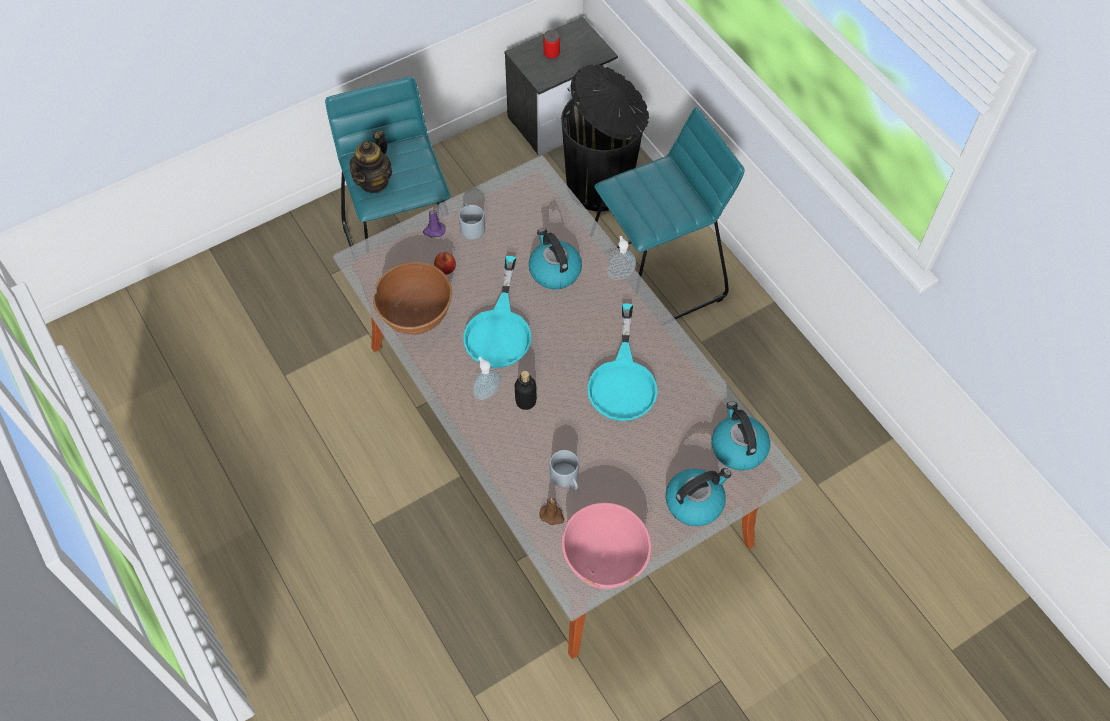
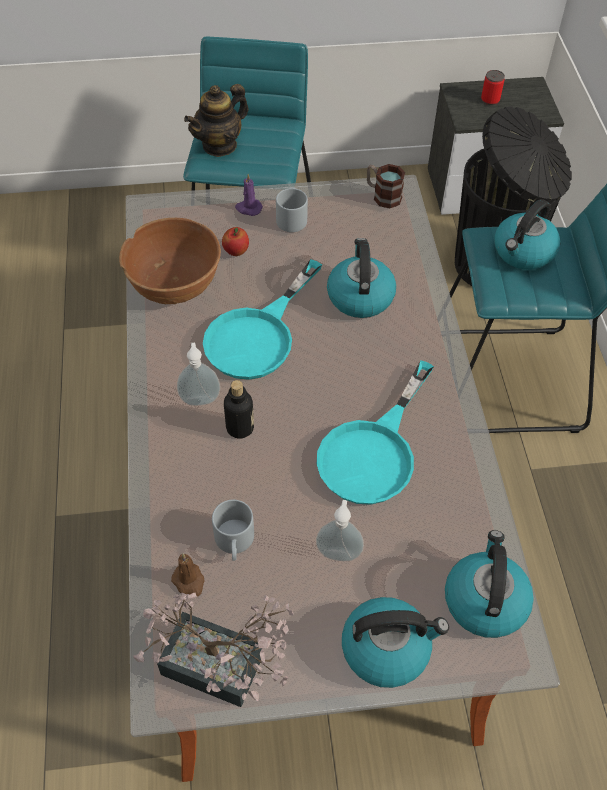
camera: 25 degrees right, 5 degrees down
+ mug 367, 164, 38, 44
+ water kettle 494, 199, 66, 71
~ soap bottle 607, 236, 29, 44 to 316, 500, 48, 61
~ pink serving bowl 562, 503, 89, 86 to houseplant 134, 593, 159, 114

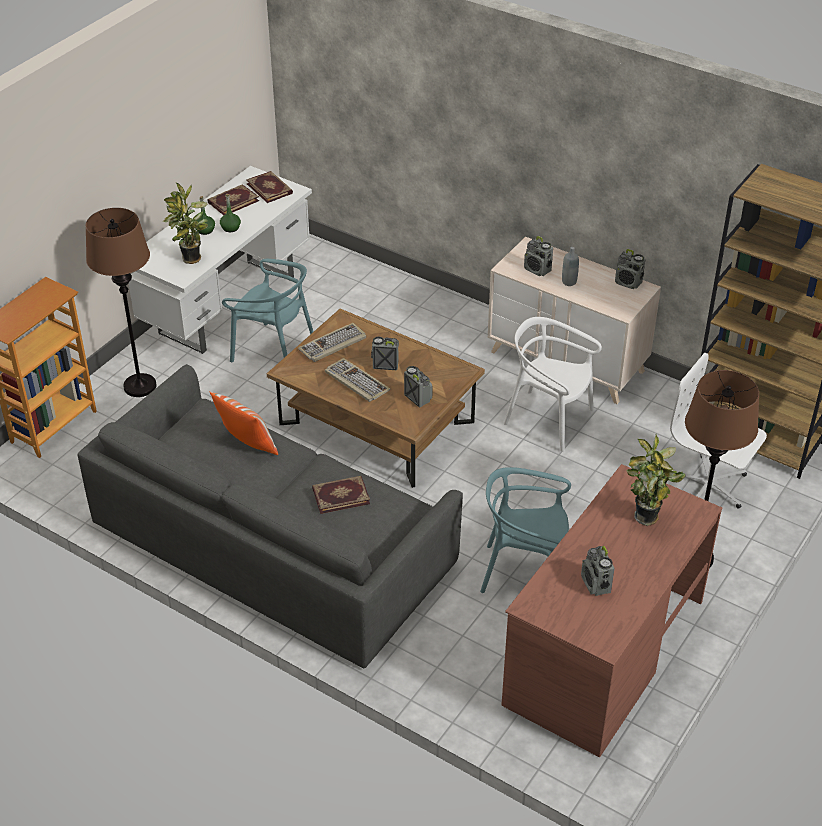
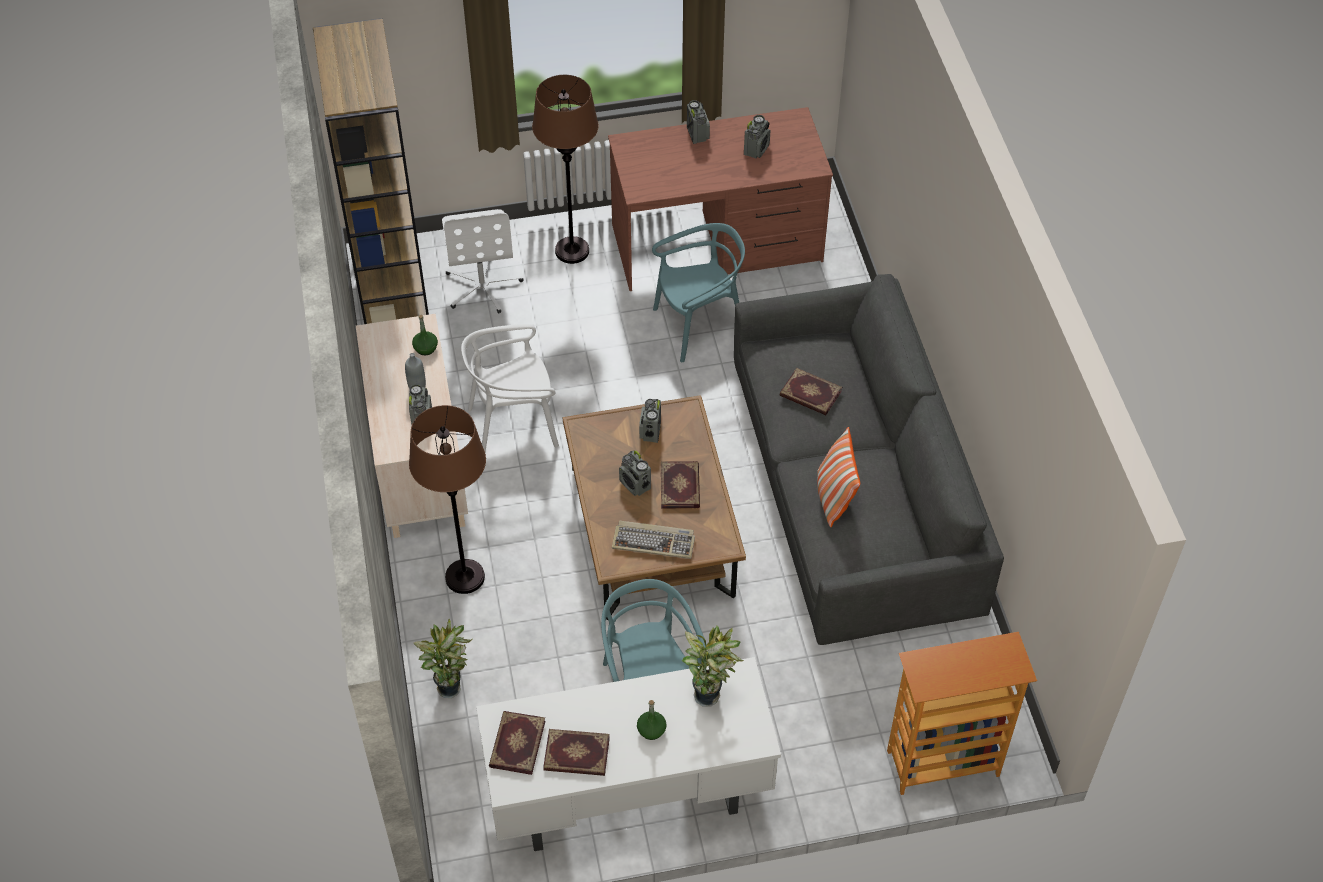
camera: 135 degrees left, 10 degrees up
~ brownish standard lamp 86, 208, 71, 189 to 409, 405, 77, 189
~ green drink bottle 220, 194, 21, 38 to 412, 315, 26, 40
~ radio 615, 249, 30, 40 to 687, 100, 23, 44
~ houseplant 626, 435, 60, 91 to 414, 618, 58, 80
~ PC keyboard 325, 358, 65, 44 to bound book 661, 461, 39, 48
~ turquoise-coloured chair 480, 467, 91, 126 = 652, 223, 93, 139 75 degrees counterclockwise
~ whitish chair 504, 317, 98, 135 = 461, 324, 98, 128 90 degrees clockwise

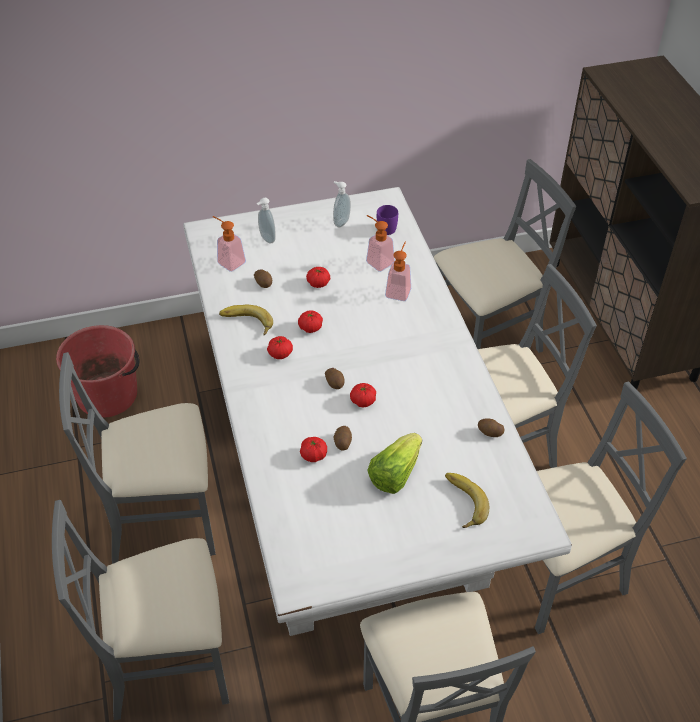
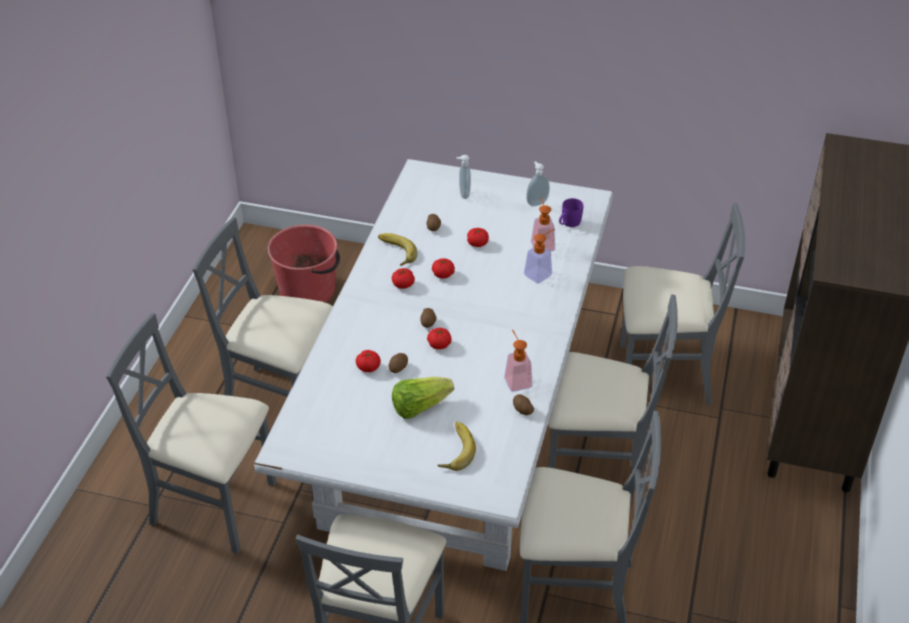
camera: 30 degrees right, 5 degrees down
~ soap bottle 213, 216, 33, 56 to 504, 330, 29, 62

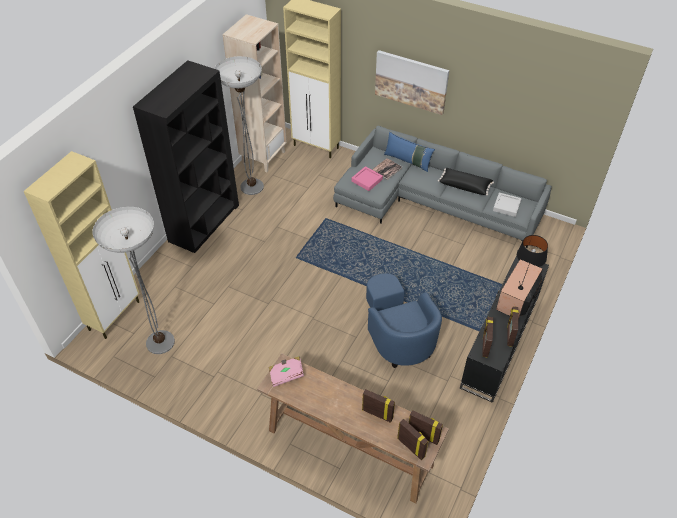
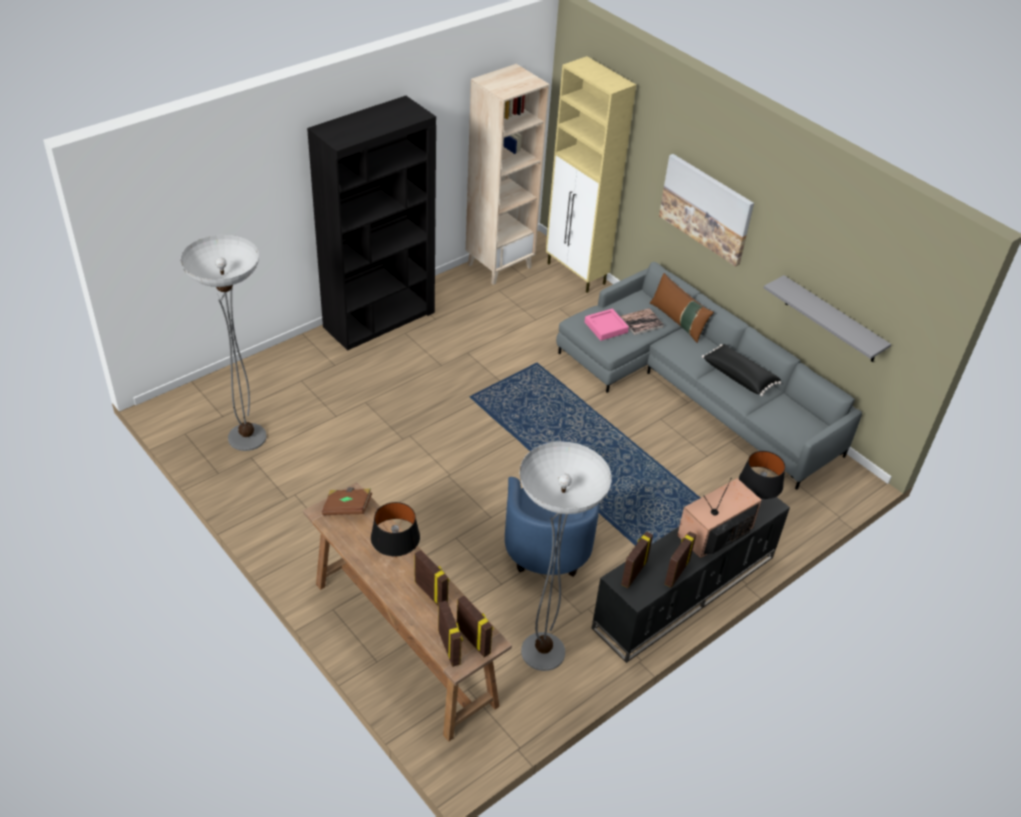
camera: 20 degrees right, 5 degrees down
- sand-coloured cupboard 23, 151, 117, 188
- greyish tray 493, 192, 29, 25
+ blackish table lamp 371, 502, 49, 54
+ greyish shelf 764, 275, 127, 87
~ standard lamp 214, 56, 50, 139 to 520, 441, 92, 230
~ pink bound book 269, 356, 35, 31 to brownish bound book 322, 487, 50, 28
~ blue-coloured cushion 384, 132, 51, 40 to brownish cushion 650, 273, 64, 70

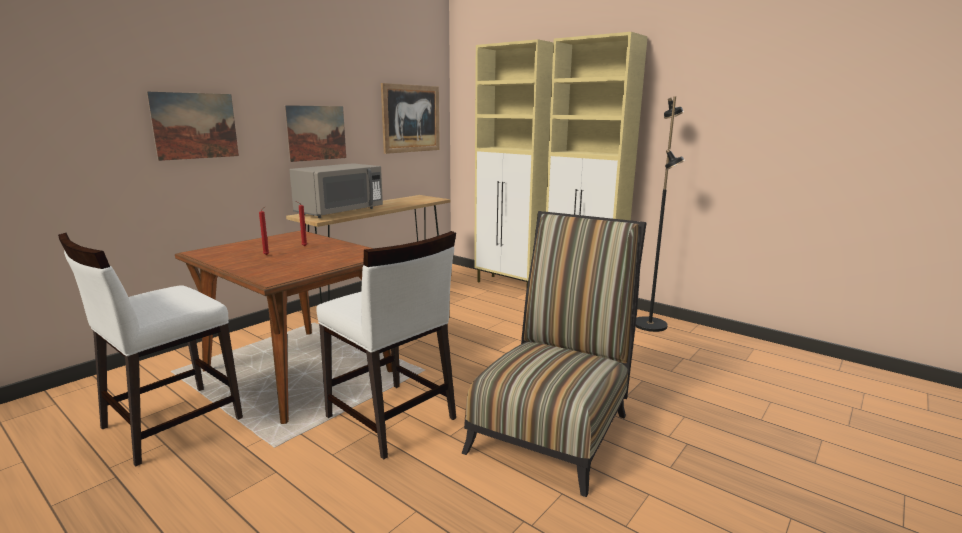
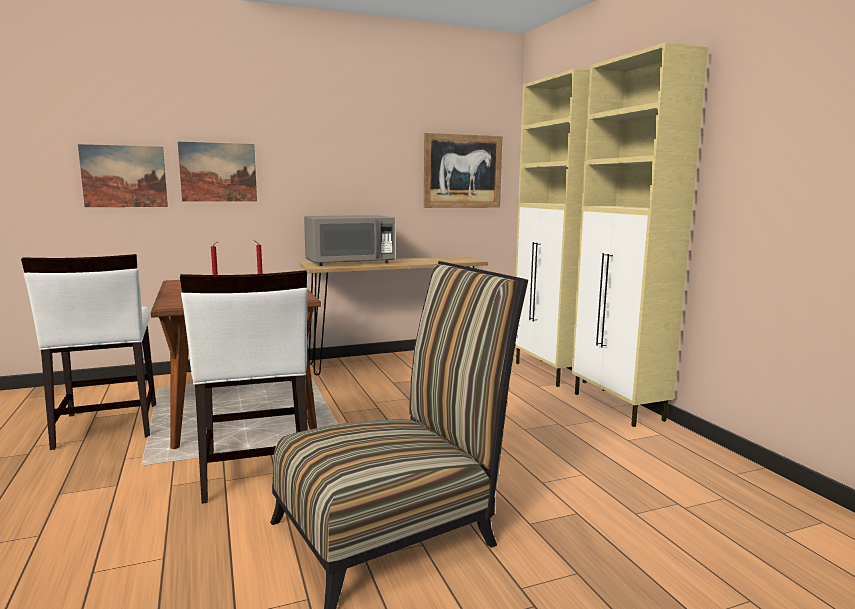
camera: 30 degrees right, 5 degrees down
- blackish standard lamp 636, 96, 49, 236
~ wall picture 285, 105, 61, 57 to 78, 144, 90, 63
~ whitish chair 58, 233, 185, 233 = 21, 254, 135, 196 90 degrees counterclockwise

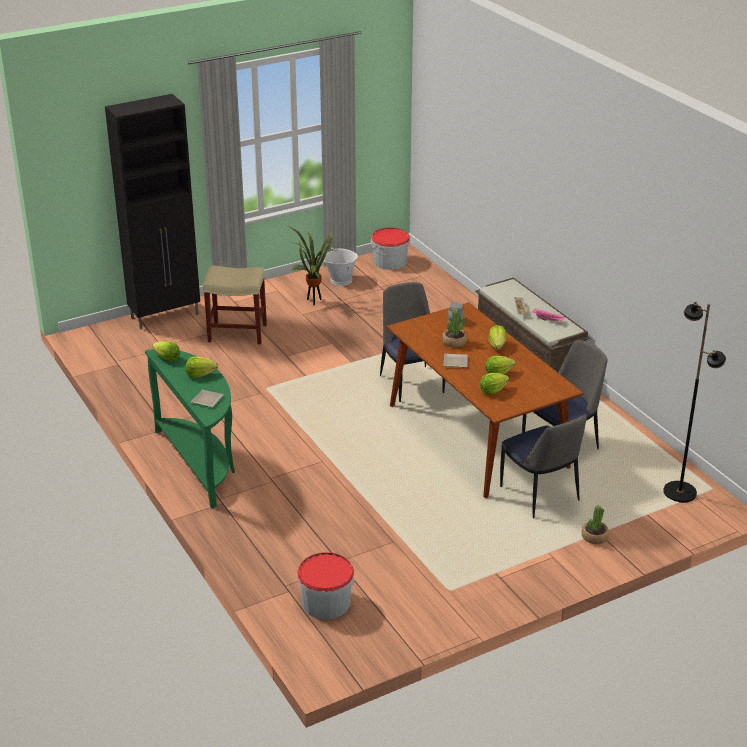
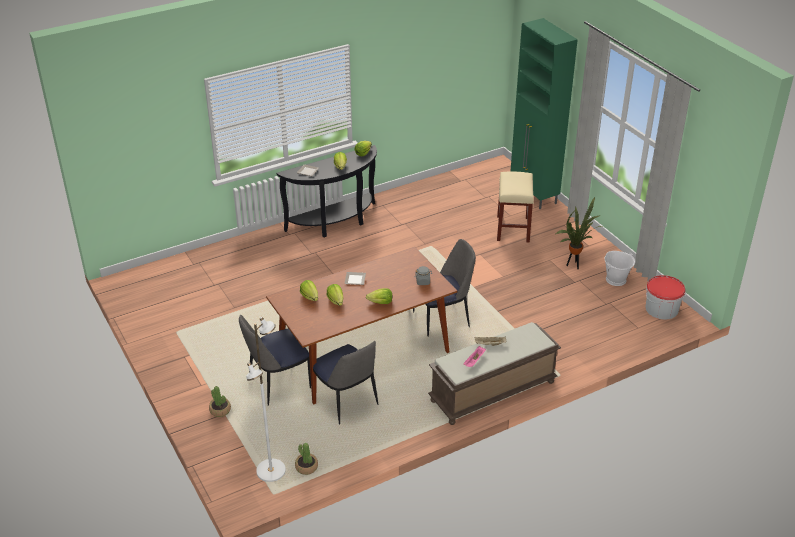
camera: 90 degrees right, 5 degrees up
- water bucket 297, 552, 57, 67
~ houseplant 442, 309, 25, 39 to 295, 443, 23, 32
~ blackish cupboard 105, 94, 95, 236 to green cupboard 511, 18, 67, 191
~ green hall table 145, 349, 90, 159 to blackish hall table 277, 145, 100, 92
~ blackish standard lamp 663, 302, 63, 201 to whitish standard lamp 246, 317, 40, 165

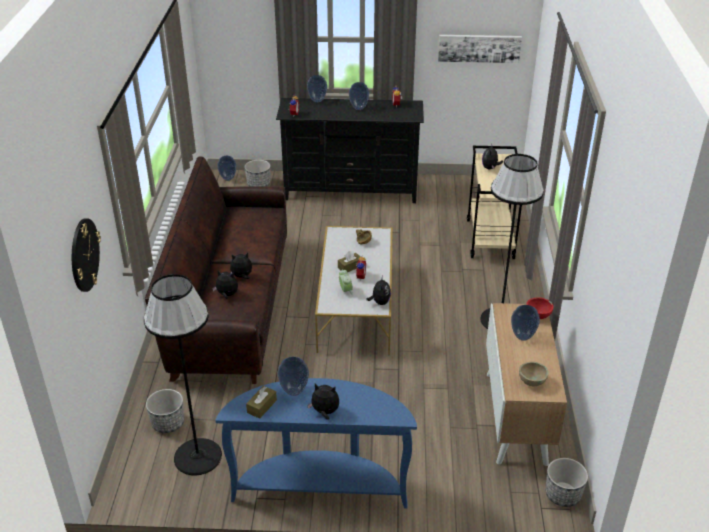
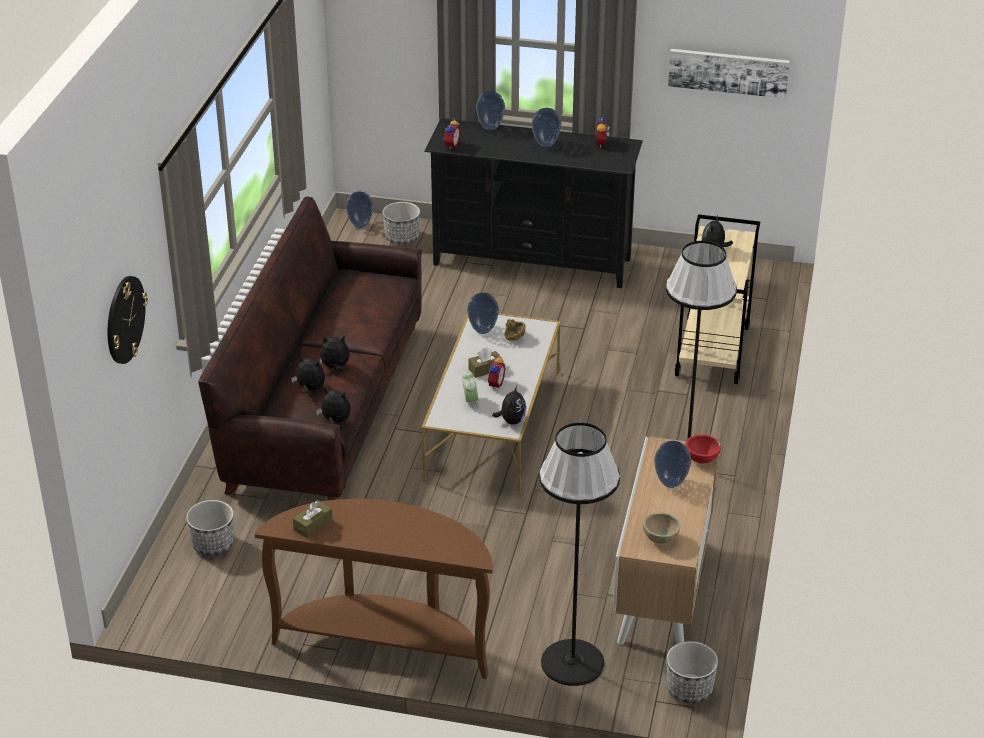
camera: 10 degrees right, 0 degrees up
~ blackish standard lamp 144, 274, 78, 201 to 539, 423, 81, 263
~ decorative vase 278, 357, 31, 39 to 467, 293, 32, 41
~ plush toy 307, 384, 32, 36 to 316, 387, 35, 37
~ blue-coloured hall table 215, 378, 202, 131 to brownish hall table 255, 499, 238, 180

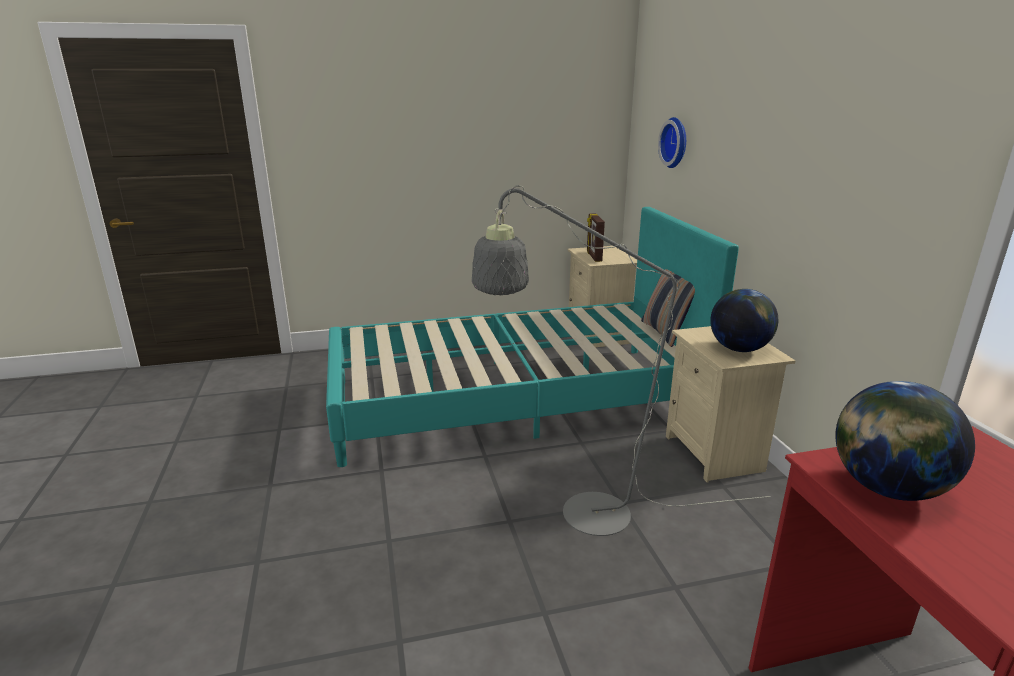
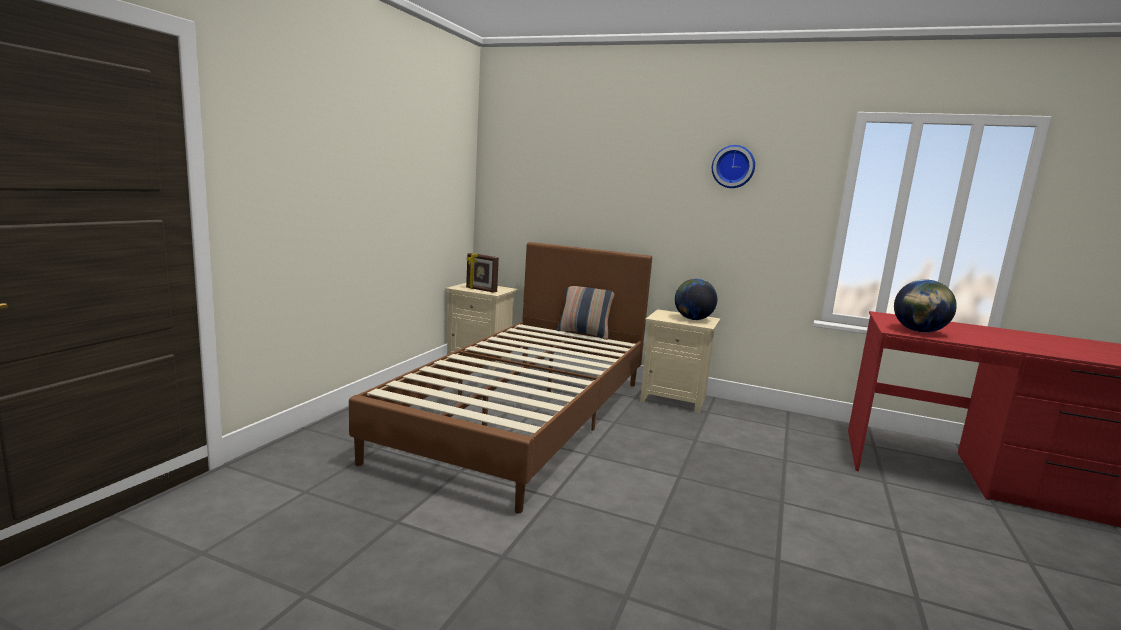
camera: 55 degrees left, 10 degrees down
- greyish standard lamp 472, 185, 299, 351
~ wall clock 658, 117, 28, 51 to 712, 145, 43, 43
~ turquoise-coloured sleeping bed 326, 207, 413, 260 to brownish sleeping bed 349, 242, 303, 272

